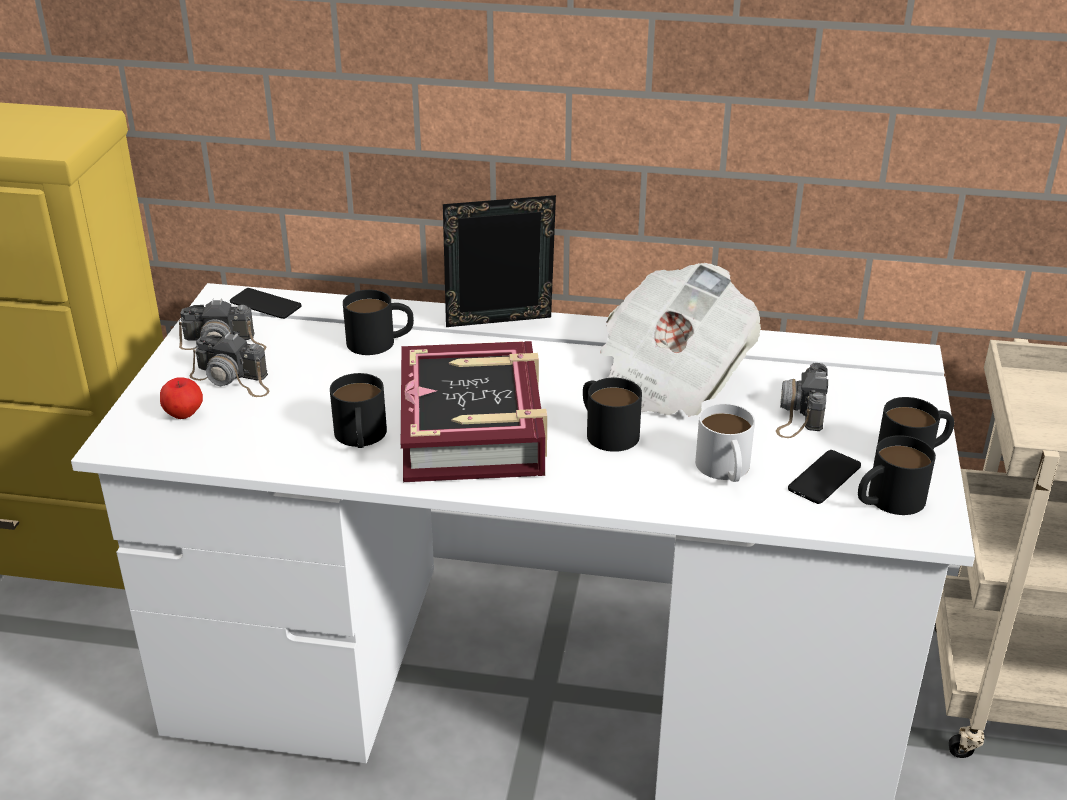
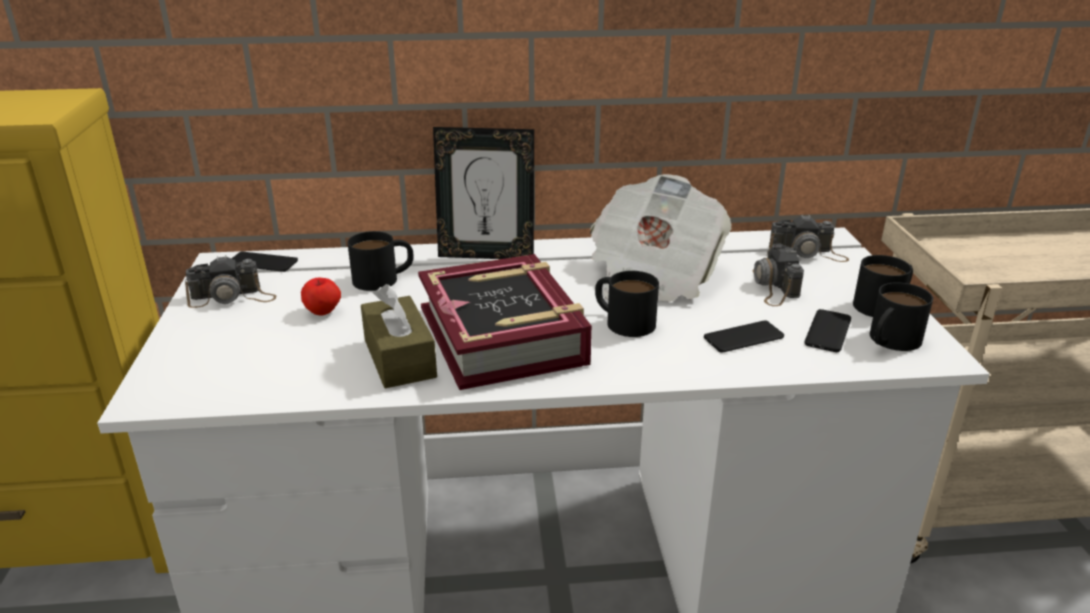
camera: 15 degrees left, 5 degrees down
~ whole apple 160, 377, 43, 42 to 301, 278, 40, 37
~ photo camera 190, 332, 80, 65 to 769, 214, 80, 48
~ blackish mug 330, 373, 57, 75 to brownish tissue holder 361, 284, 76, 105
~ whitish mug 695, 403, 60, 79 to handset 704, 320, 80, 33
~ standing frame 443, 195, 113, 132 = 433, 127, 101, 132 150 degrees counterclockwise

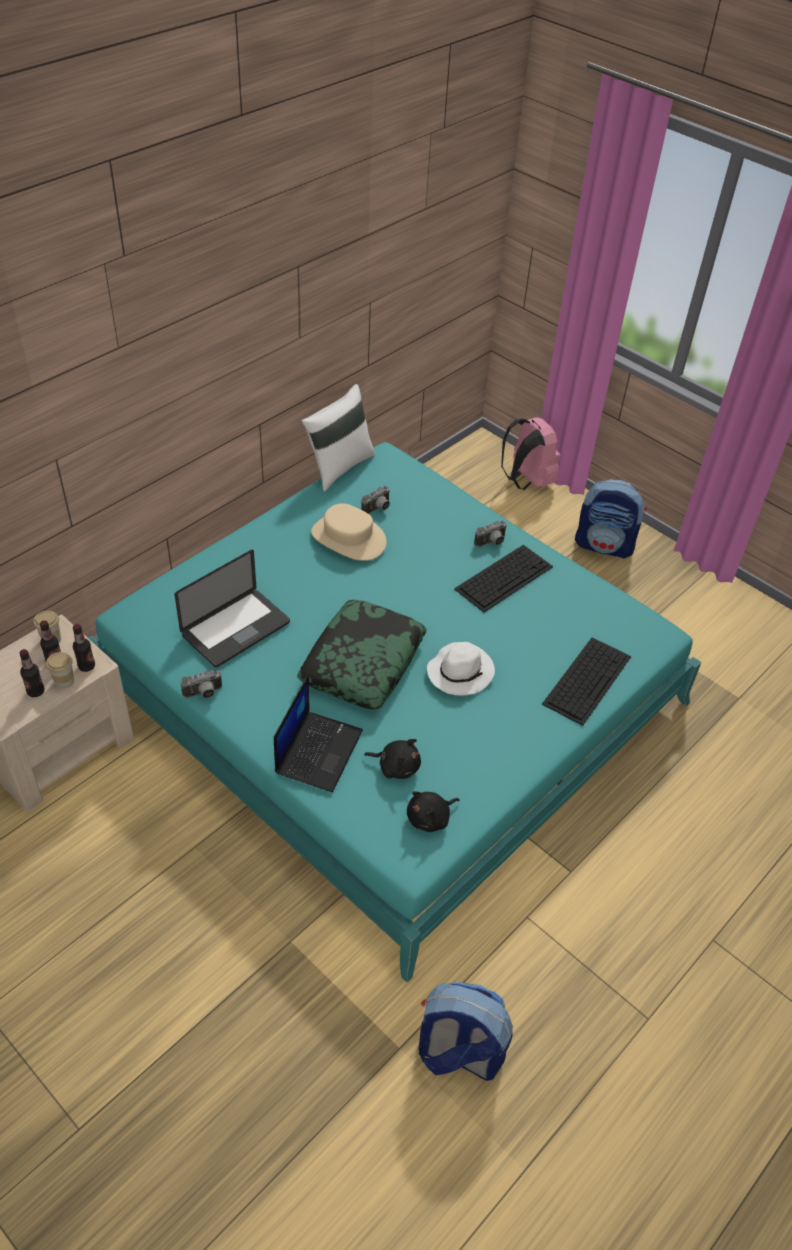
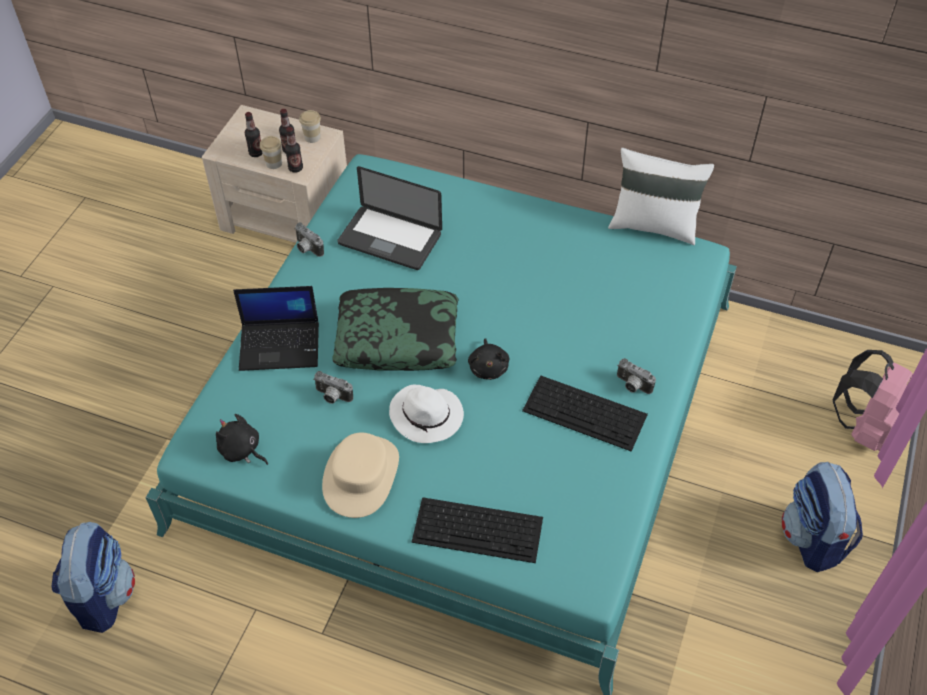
camera: 70 degrees right, 5 degrees up
~ sand-coloured clothing hat 311, 503, 76, 58 to 322, 433, 77, 85
~ photo camera 361, 486, 29, 28 to 313, 371, 40, 33
~ blackish plush toy 364, 739, 57, 40 to 468, 338, 41, 42

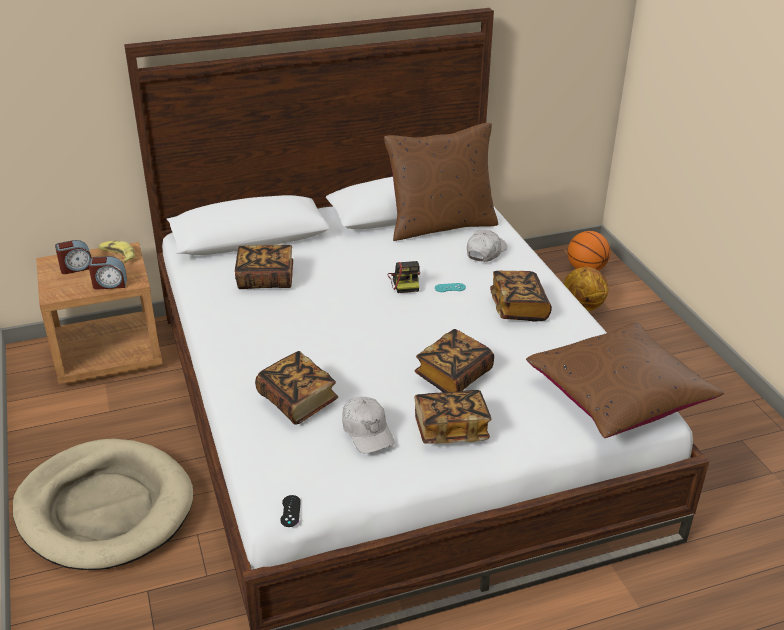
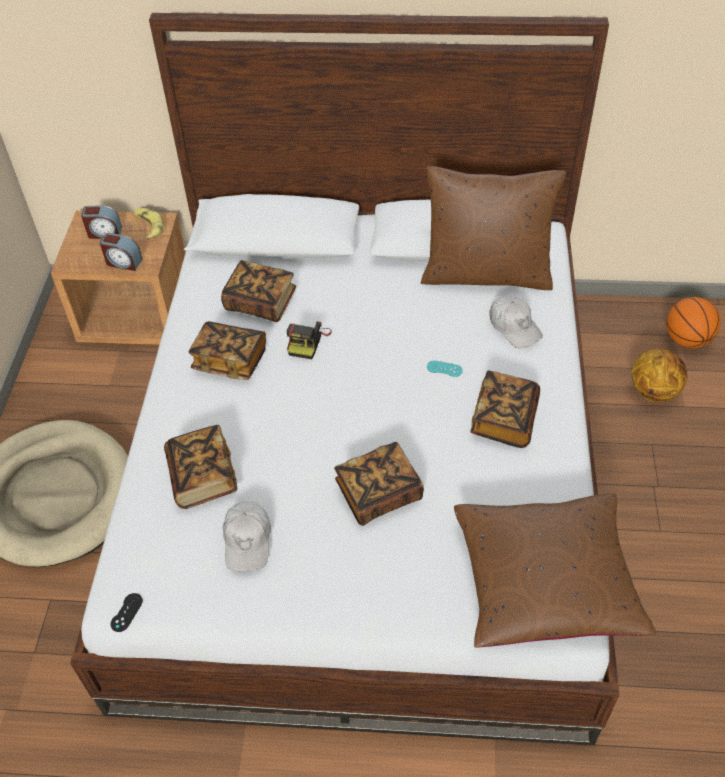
camera: 25 degrees right, 15 degrees up
~ photo camera 388, 261, 32, 32 to 287, 321, 45, 38
~ bound book 414, 390, 77, 54 to 189, 321, 77, 59
~ whitish baseball cap 467, 230, 40, 32 = 489, 296, 54, 52 90 degrees clockwise

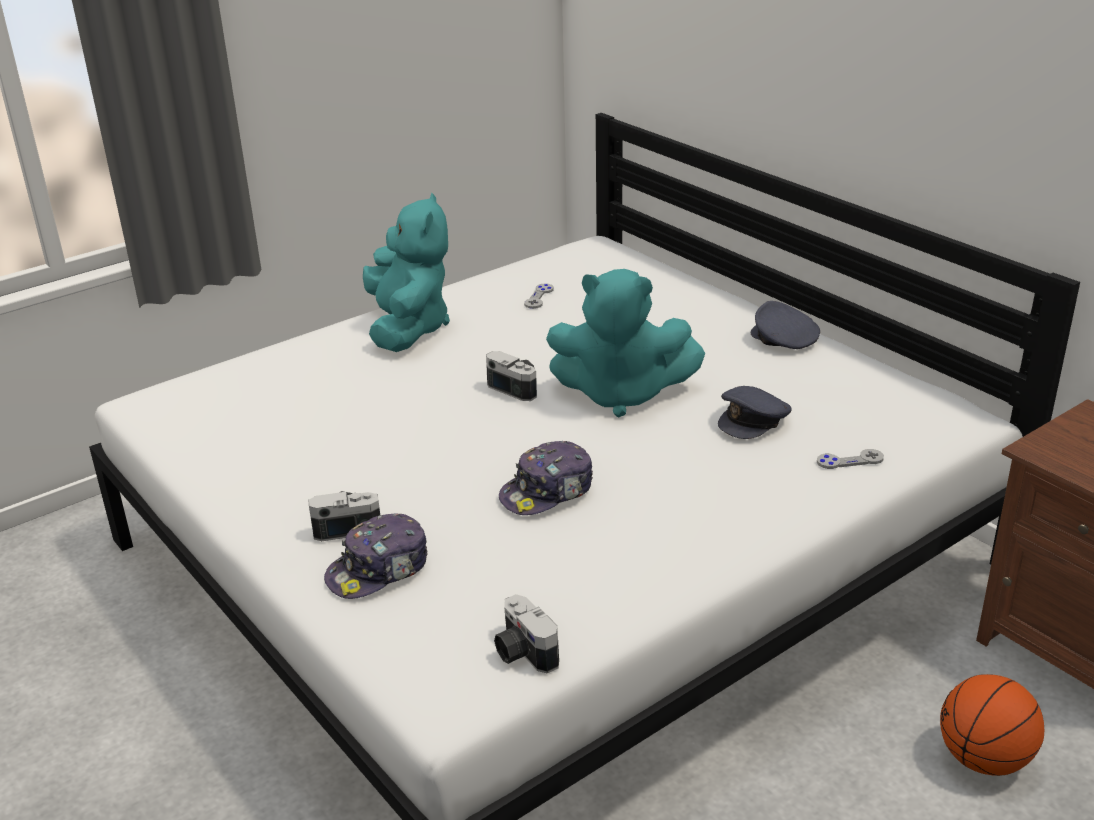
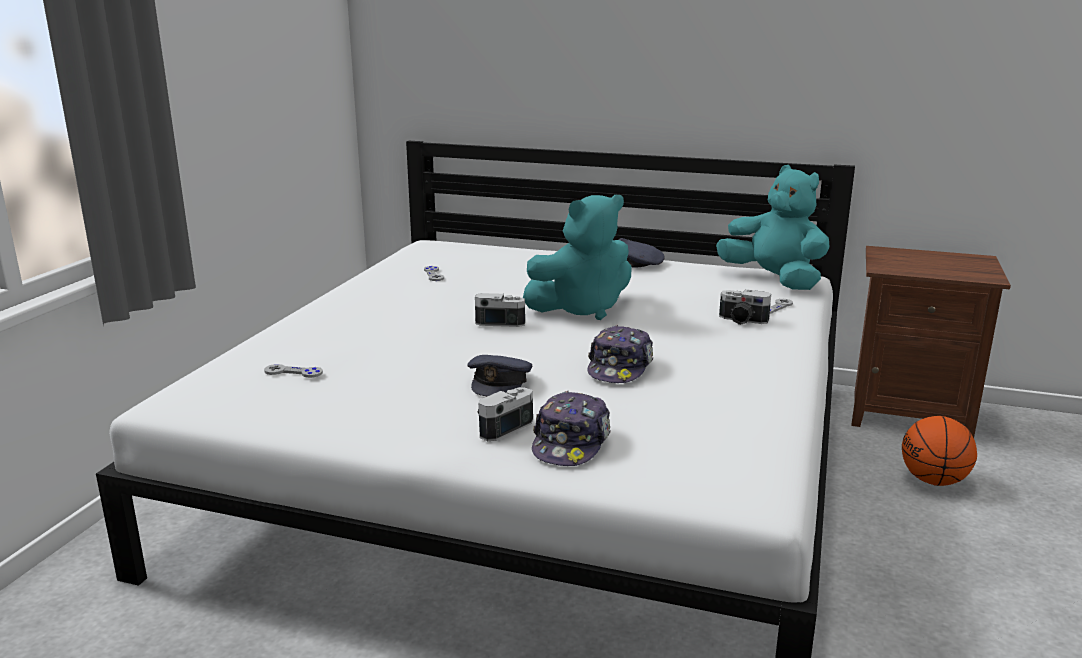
camera: 35 degrees left, 10 degrees down
+ greyish gamepad 264, 364, 59, 14
~ turquoise-coloured plush toy 363, 193, 87, 159 to 716, 165, 113, 125
~ photo camera 494, 594, 65, 79 to 719, 289, 52, 36
~ greyish baseball cap 718, 386, 74, 53 to 467, 355, 65, 41

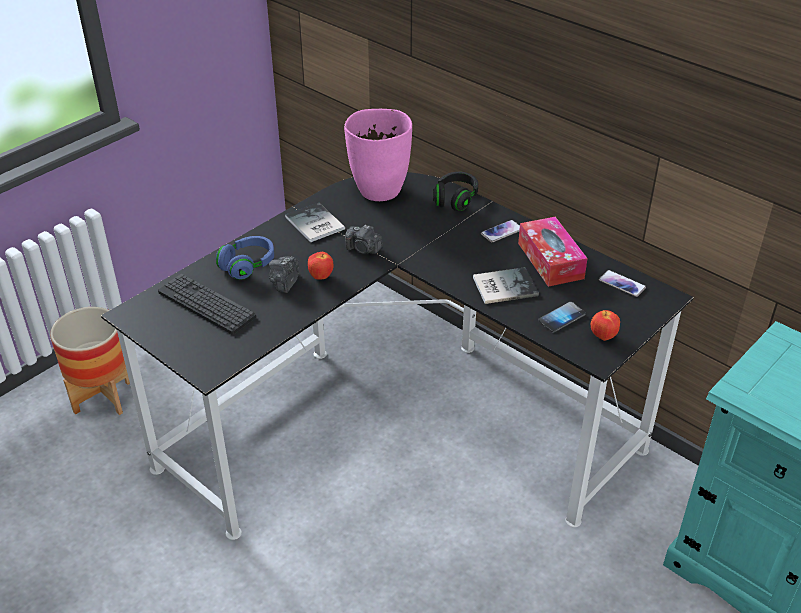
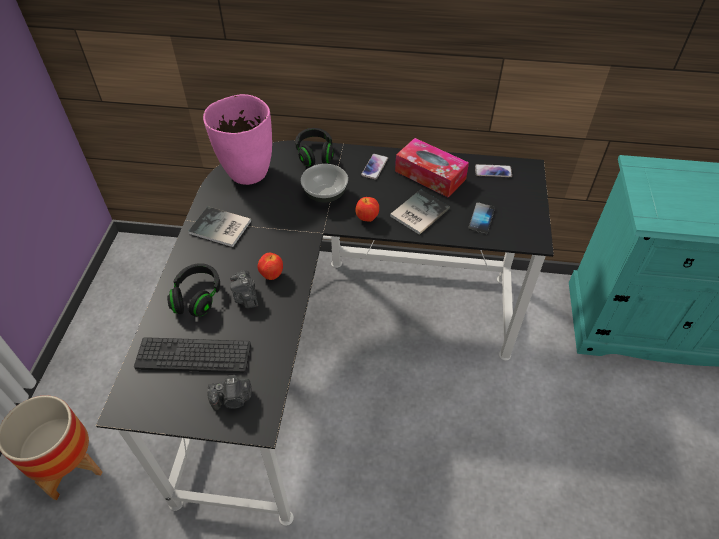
camera: 35 degrees left, 10 degrees up
+ serving bowl 301, 164, 47, 38
~ photo camera 345, 225, 38, 29 to 207, 375, 45, 35
~ whole apple 591, 310, 29, 31 to 355, 197, 24, 25
~ blue-coloured pair of headphones 216, 236, 58, 44 to blackish pair of headphones 167, 263, 53, 54

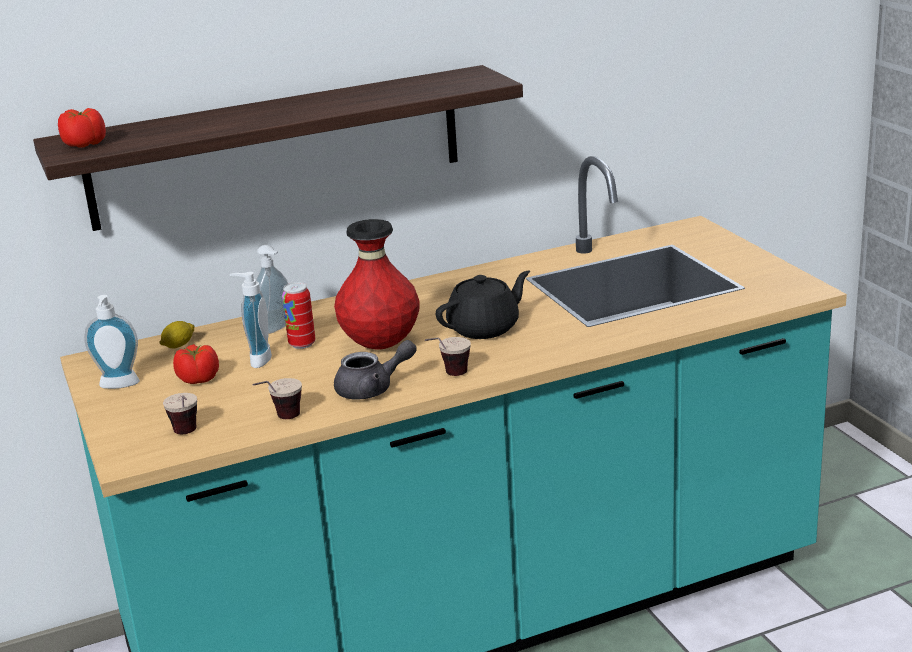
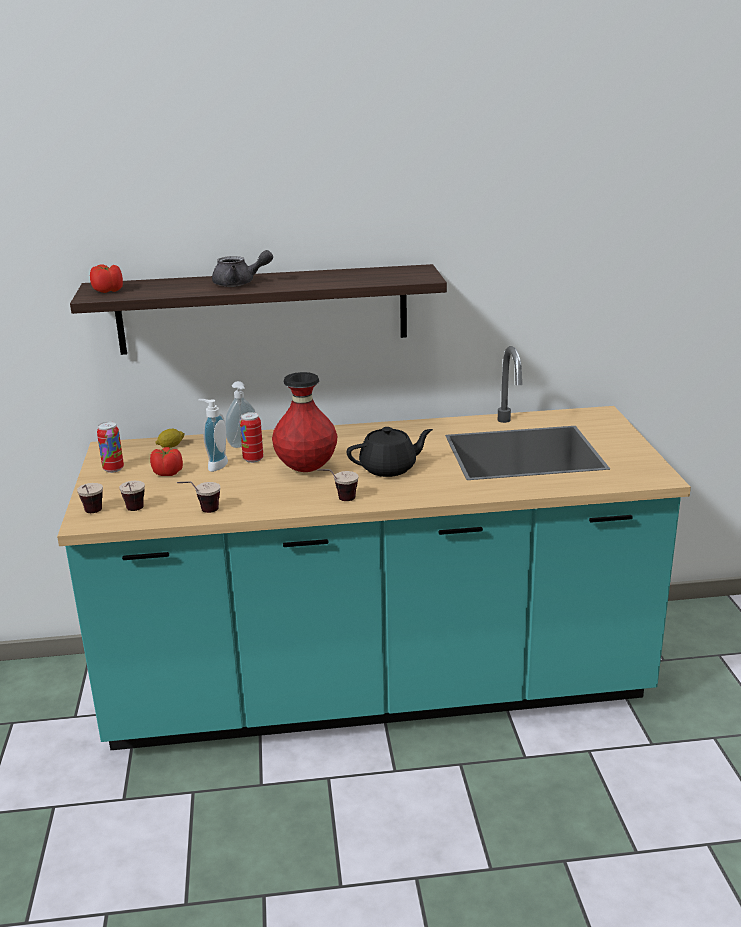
camera: 15 degrees right, 0 degrees up
+ cup 77, 483, 26, 30
~ greyish pot for tea 334, 340, 83, 59 to 212, 250, 61, 37
~ soap bottle 84, 295, 56, 94 to can 97, 422, 27, 51

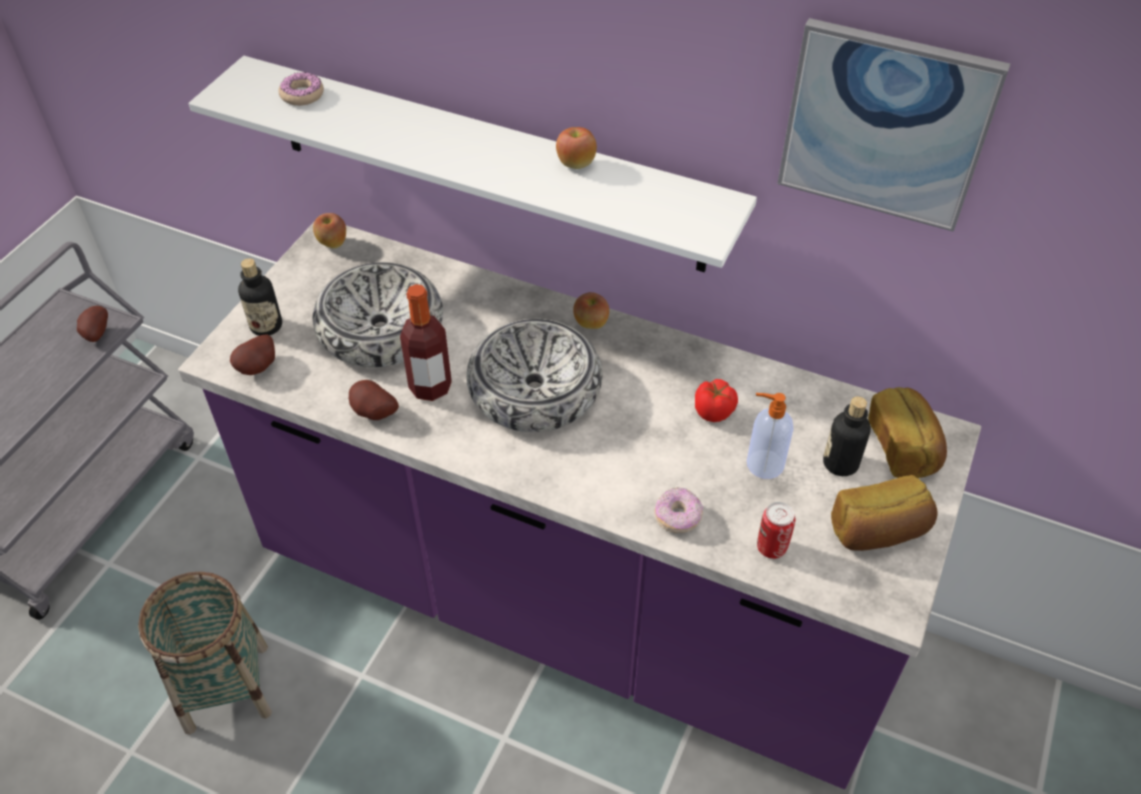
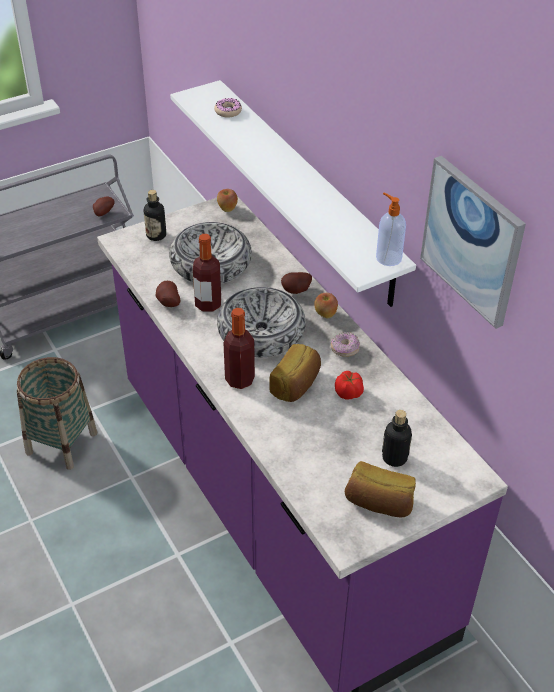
camera: 35 degrees right, 5 degrees down
- whole apple 556, 127, 41, 42
- can 757, 502, 38, 57
+ drink bottle 223, 308, 32, 81
~ spud 230, 334, 45, 41 to 281, 272, 31, 22
~ donut 655, 487, 48, 46 to 331, 332, 29, 25
~ soap bottle 747, 393, 46, 86 to 376, 193, 30, 73
~ bread 868, 387, 79, 91 to 270, 344, 51, 58

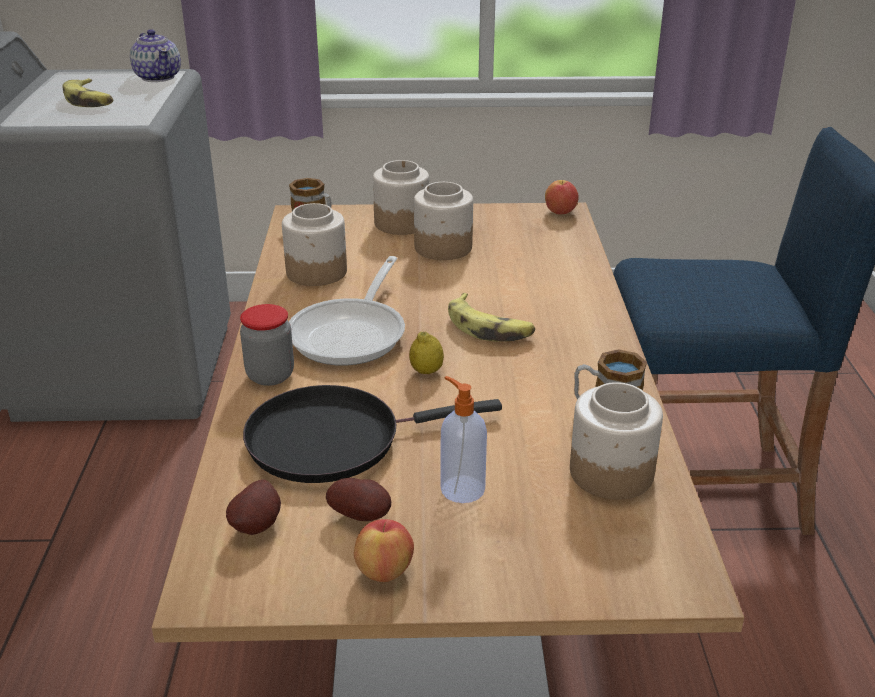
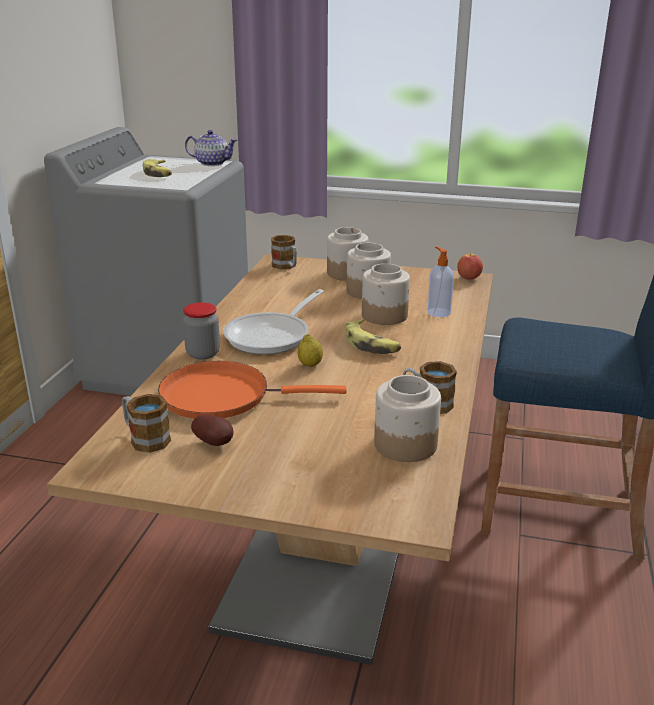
camera: 15 degrees right, 5 degrees down
- whole apple 354, 519, 60, 63
~ preserve jar 282, 203, 65, 83 to 362, 263, 48, 62
~ soap bottle 441, 376, 46, 127 to 427, 247, 27, 70
~ spud 226, 479, 55, 56 to mug 122, 394, 49, 59
~ blackish skillet 243, 385, 259, 98 to orangey skillet 158, 361, 188, 58
~ pot for tea 130, 29, 51, 53 = 185, 130, 53, 36 60 degrees counterclockwise

